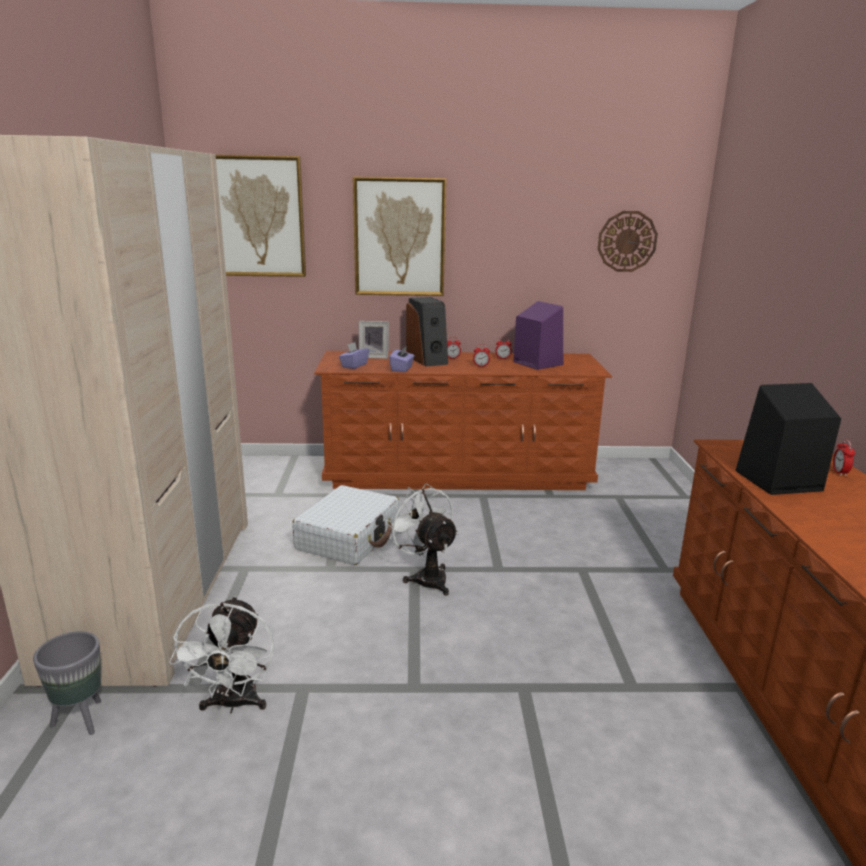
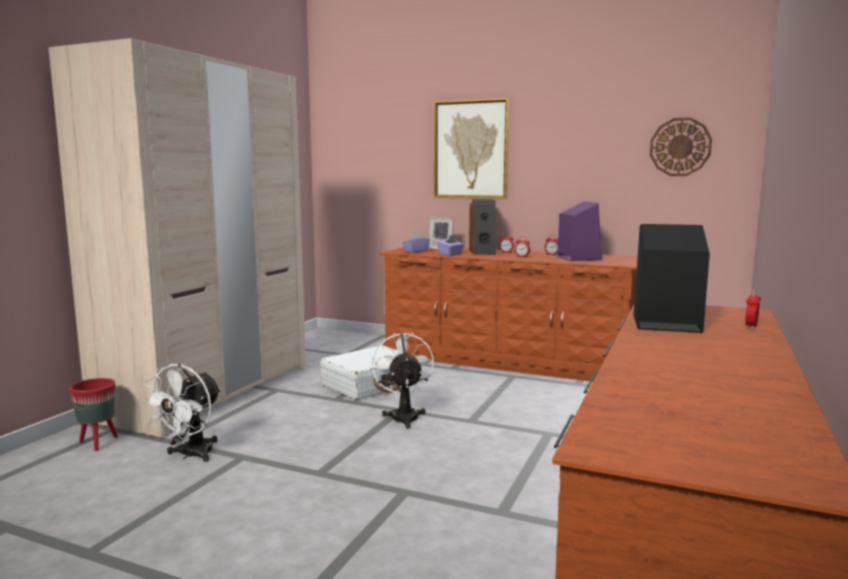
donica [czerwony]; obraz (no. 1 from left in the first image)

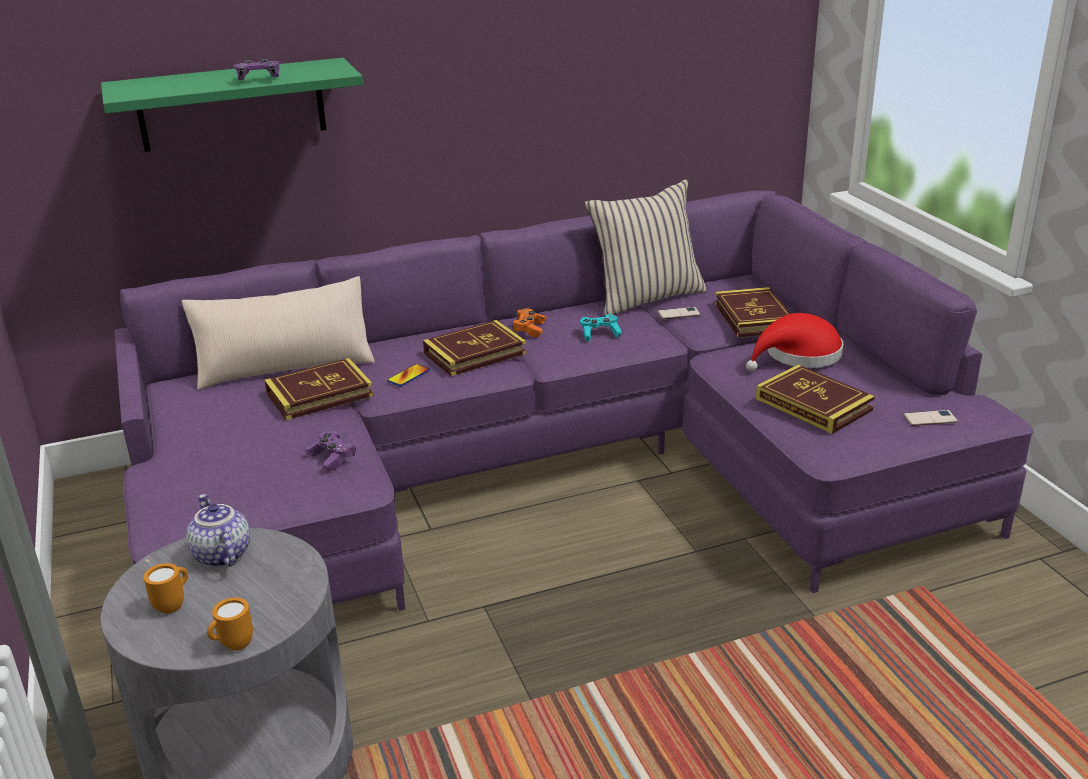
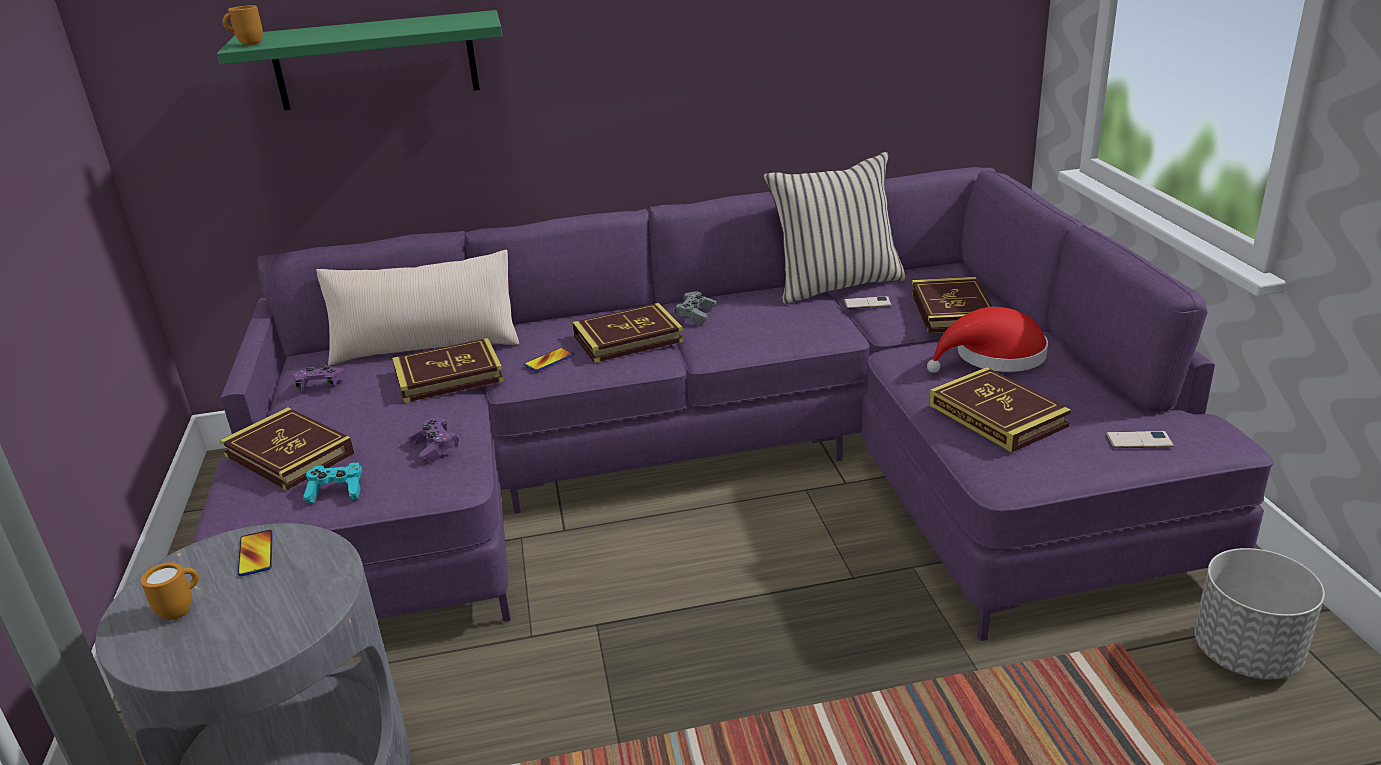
książka (no. 1 from left); kubek [pomarańczowy] (no. 2 from left); telefon (no. 1 from left); pad do gier [fioletowy] (no. 1 from left); pad do gier [turkusowy]; pad do gier [szary]; donica [szary]

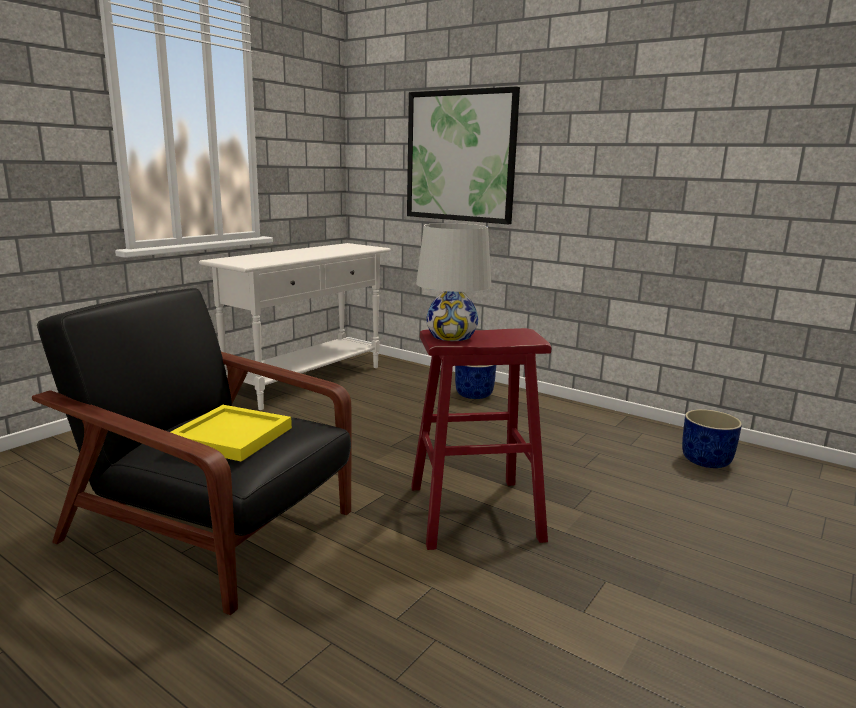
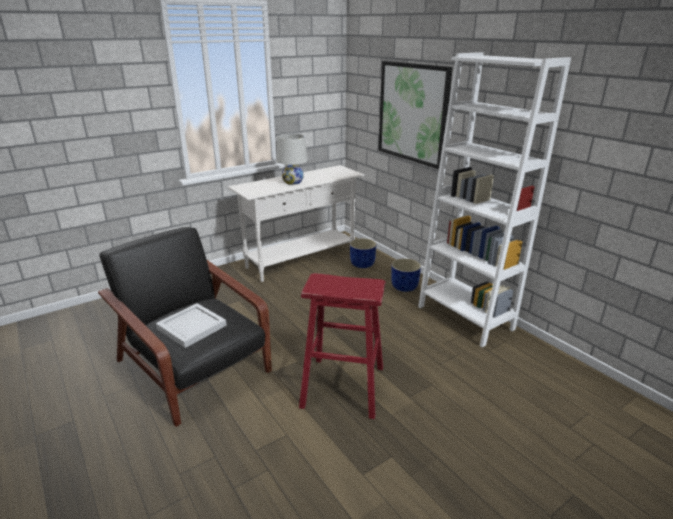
taca [biały]; lampa stołowa [biały]; donica [niebieski] (no. 1 from left); regał [biały]

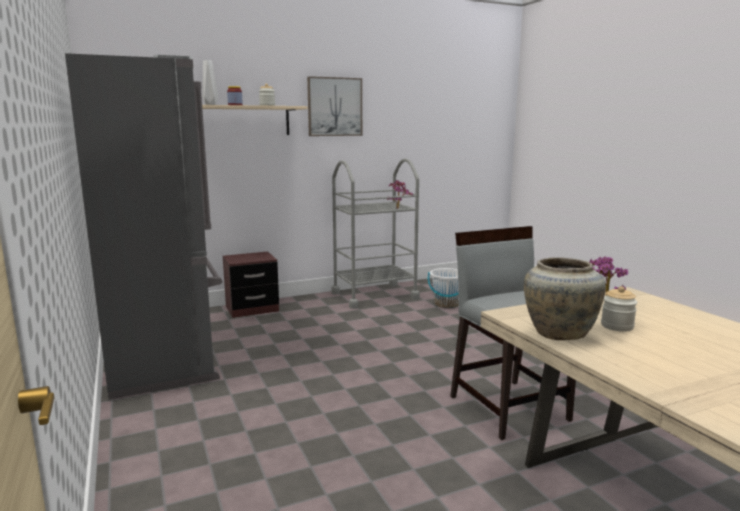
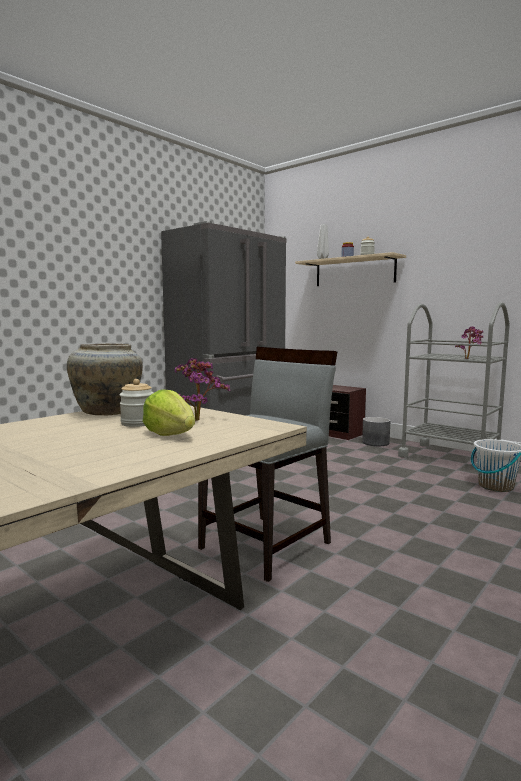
sałata; donica [szary]; obraz

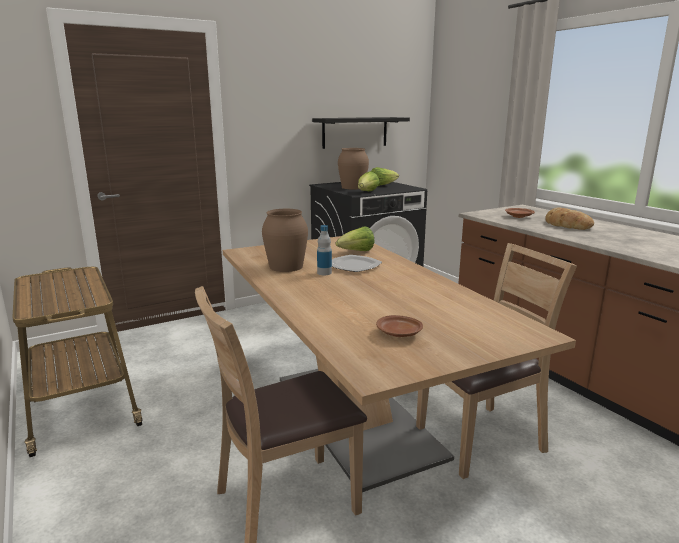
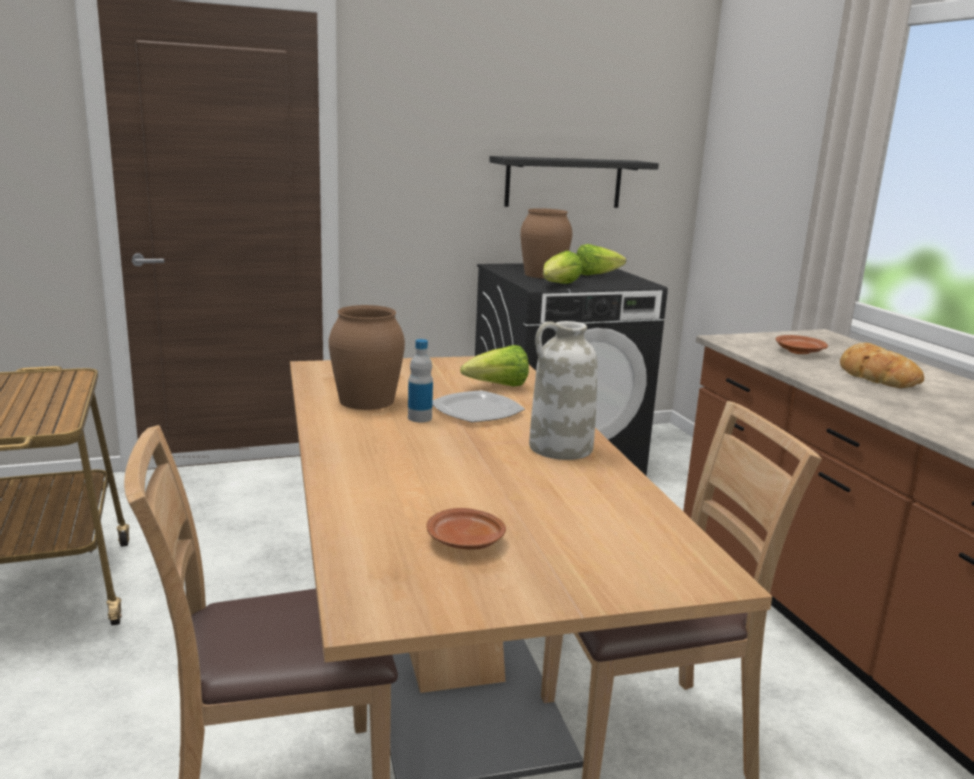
wazon [biały]

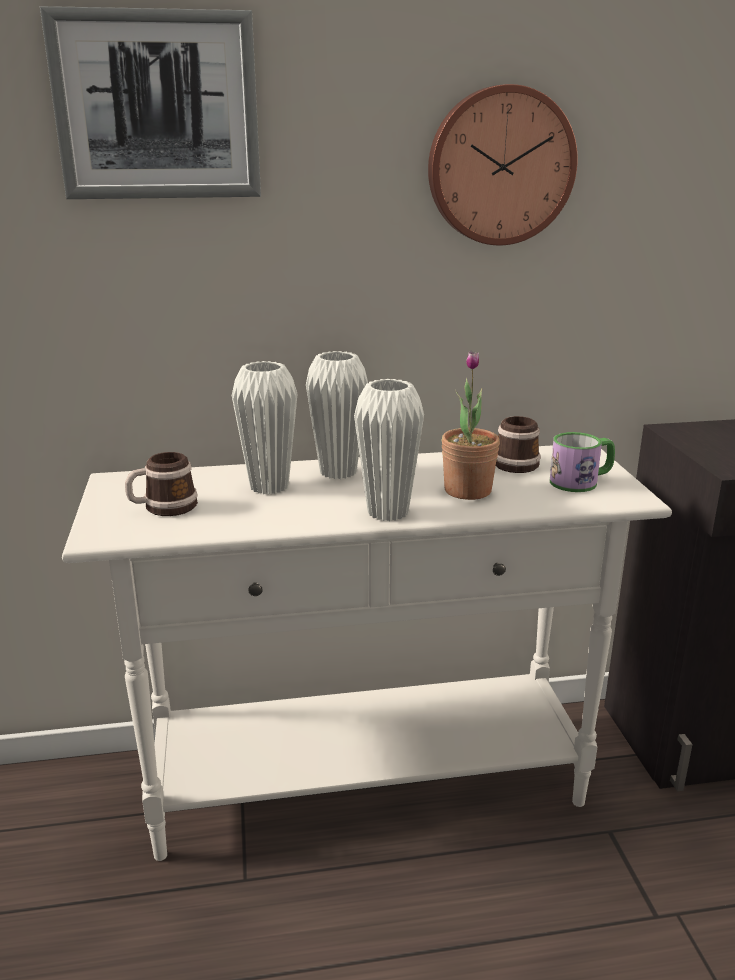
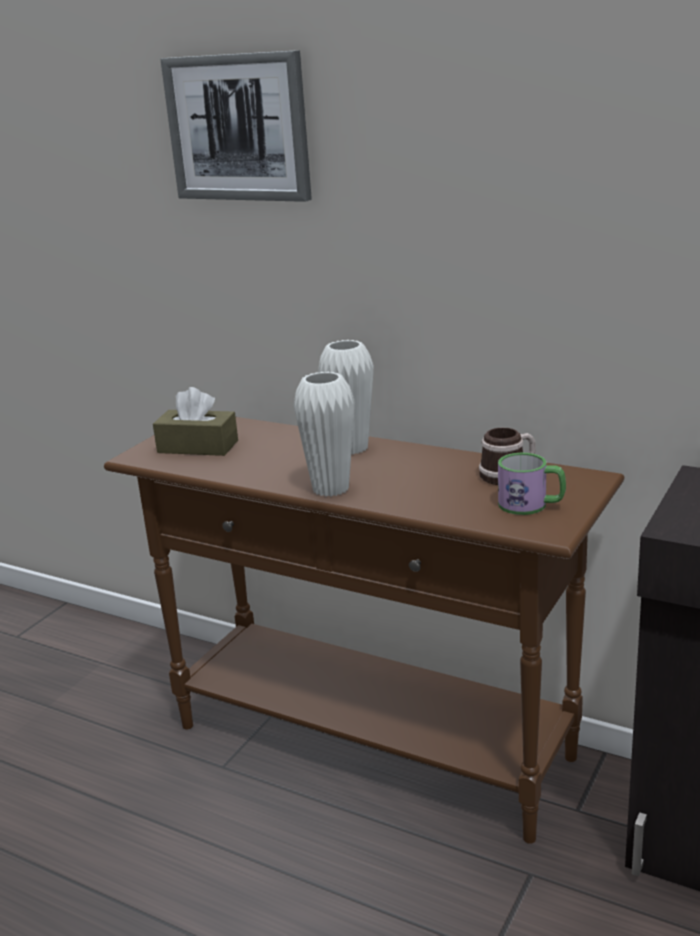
stolik konsolowy [brązowy]; pudełko chusteczek [brązowy]; wazon [biały] (no. 1 from left in the first image); zegar ścienny; roślina doniczkowa

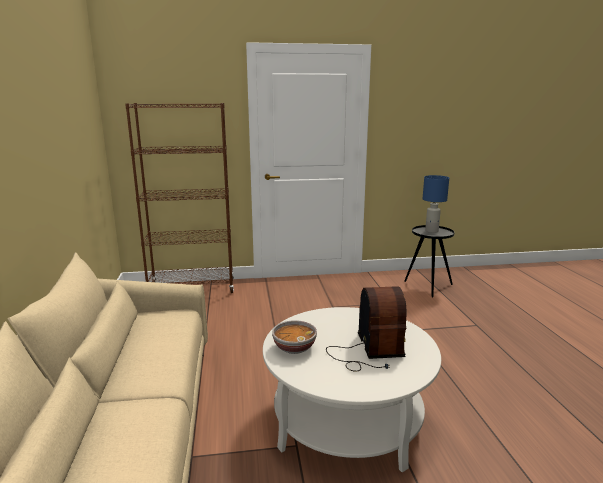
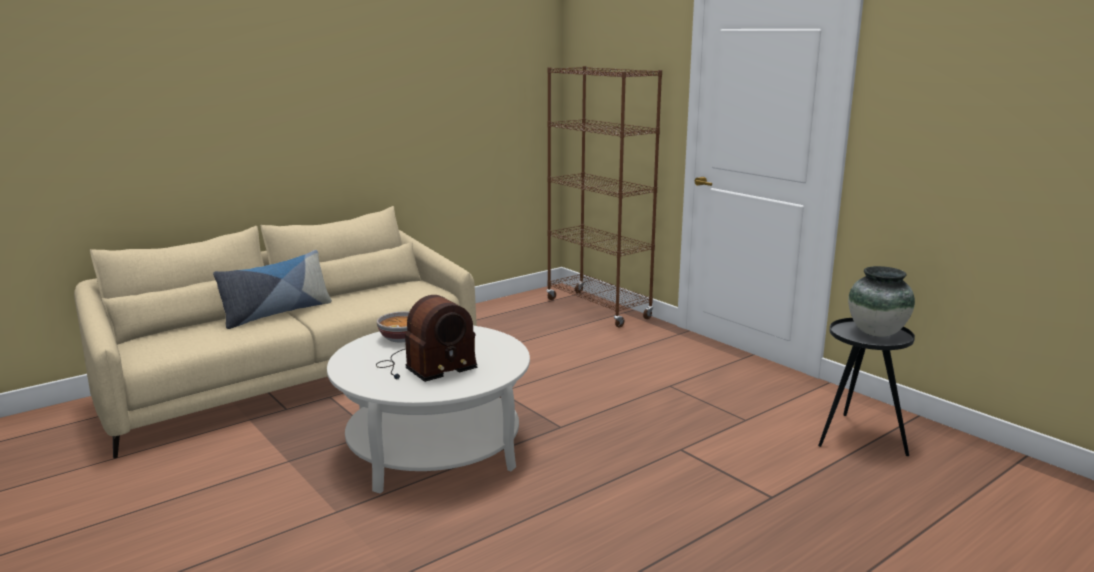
poduszka; wazon

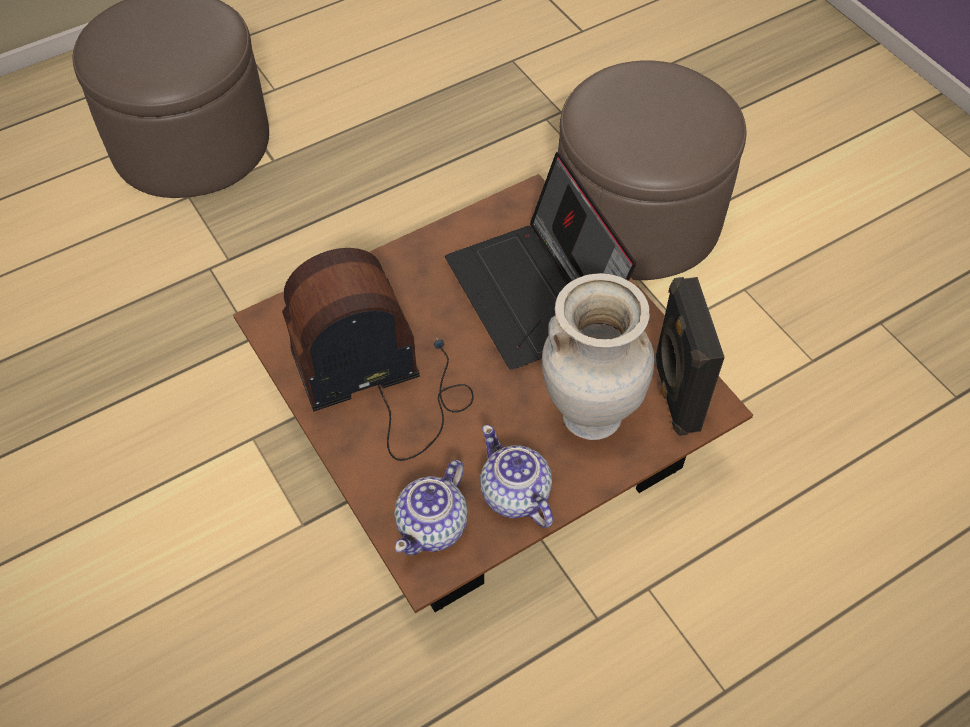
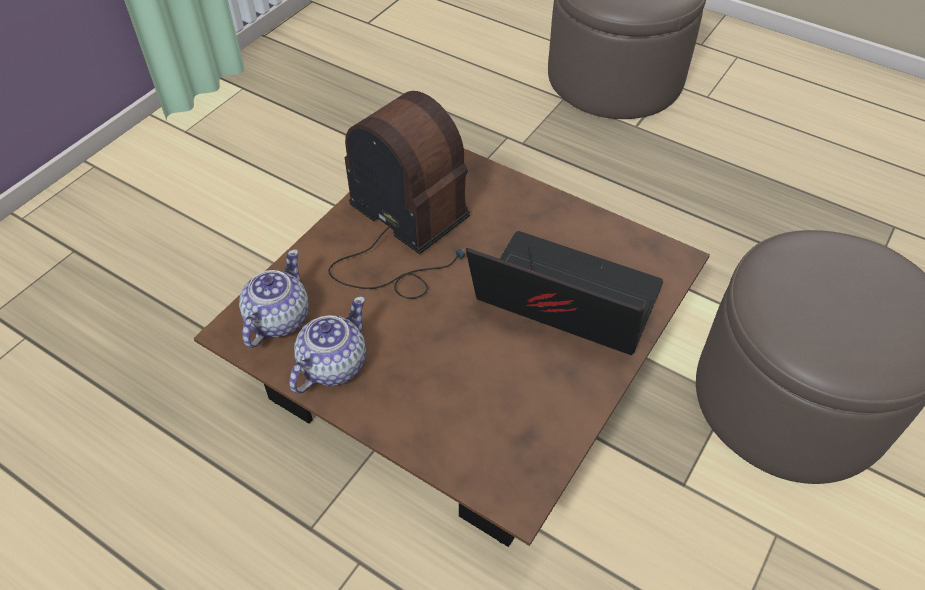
imbryk (no. 1 from left); laptop; wazon [beżowy]; głośnik [czarny]

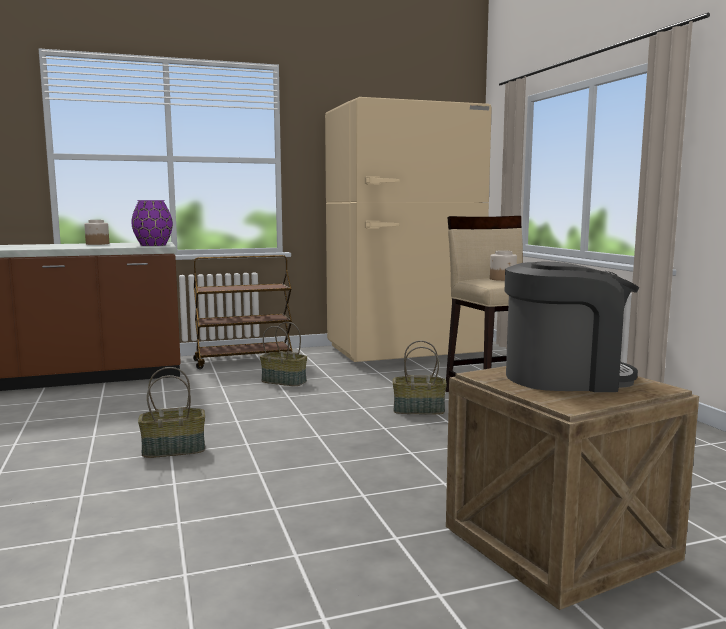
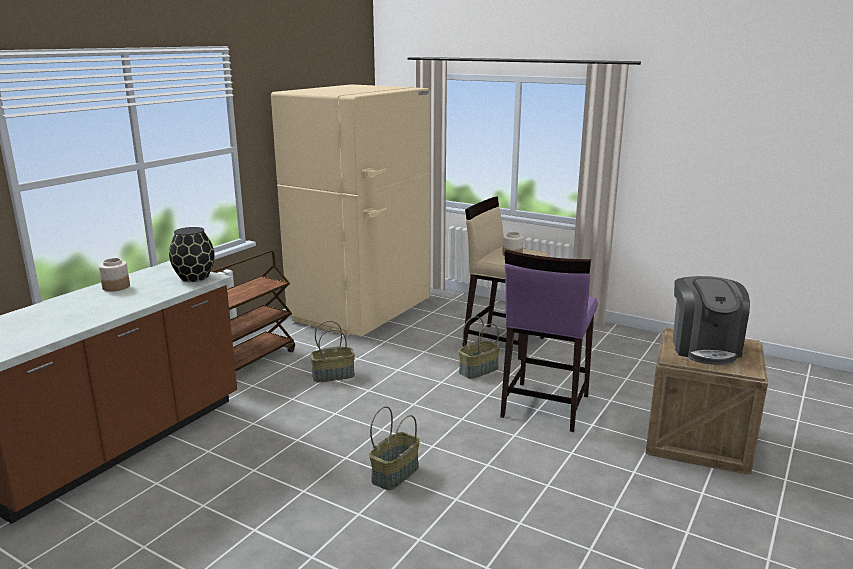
wazon [czarny]; stołek [fioletowy]; ekspres do kawy

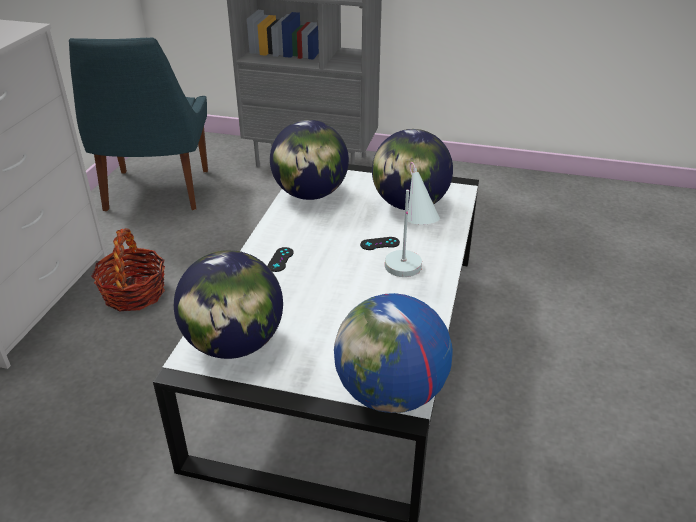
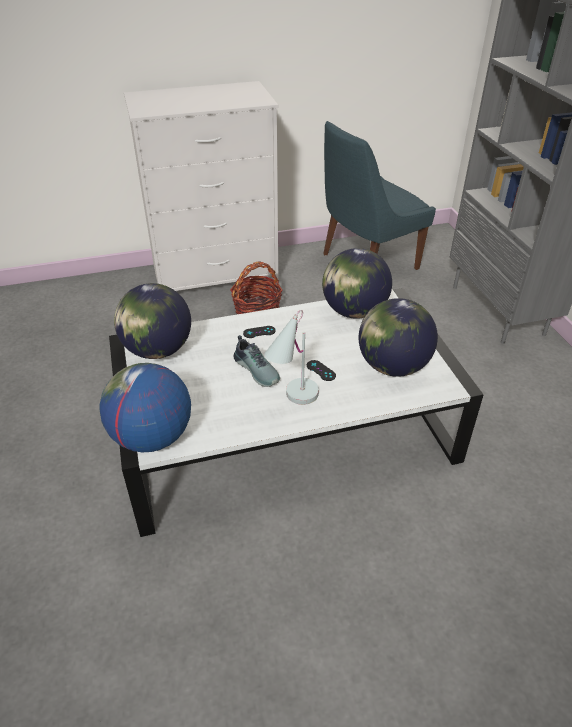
but

